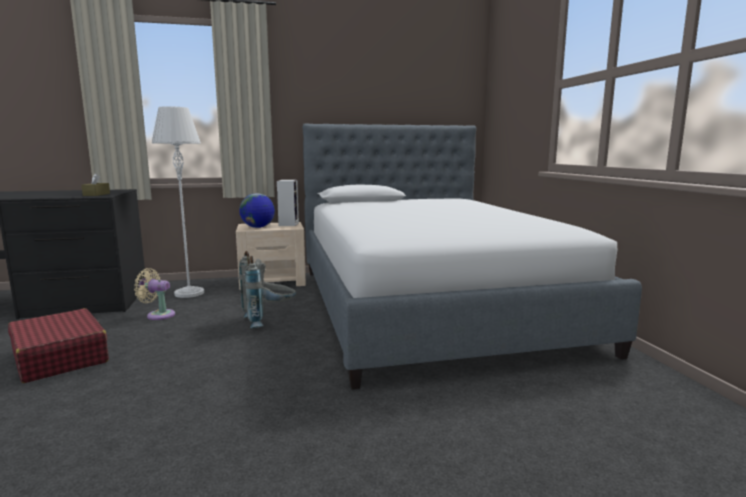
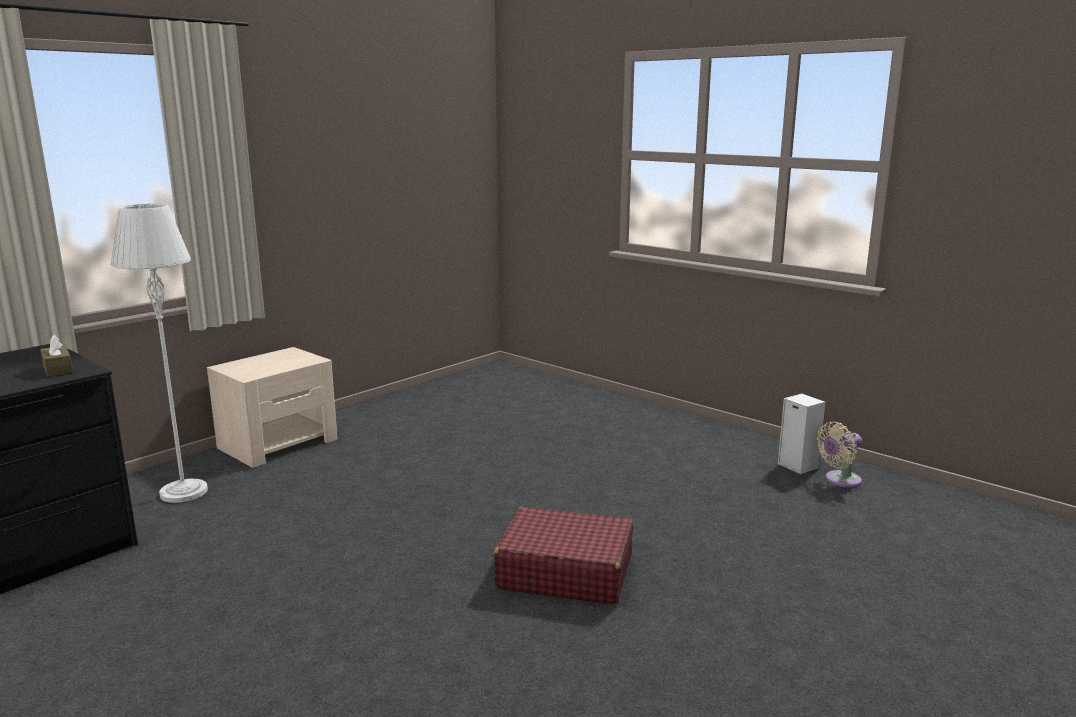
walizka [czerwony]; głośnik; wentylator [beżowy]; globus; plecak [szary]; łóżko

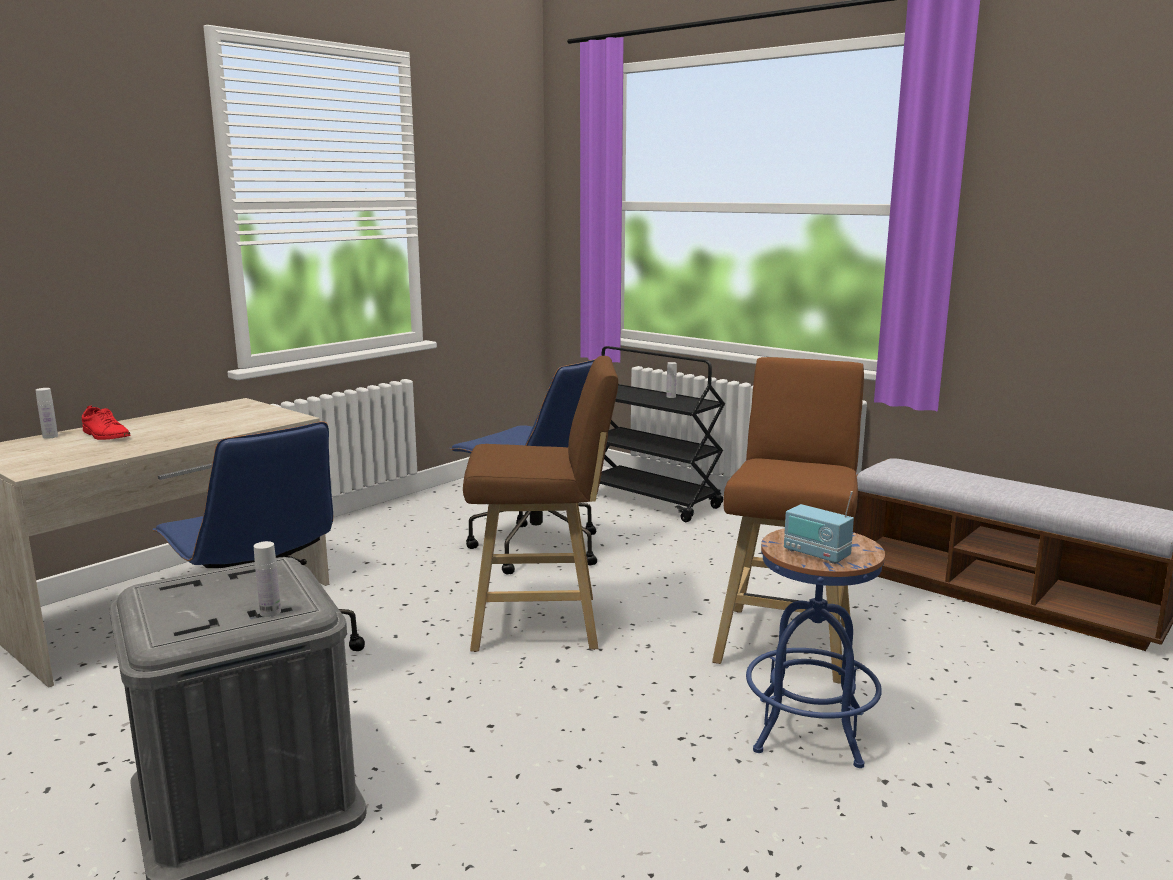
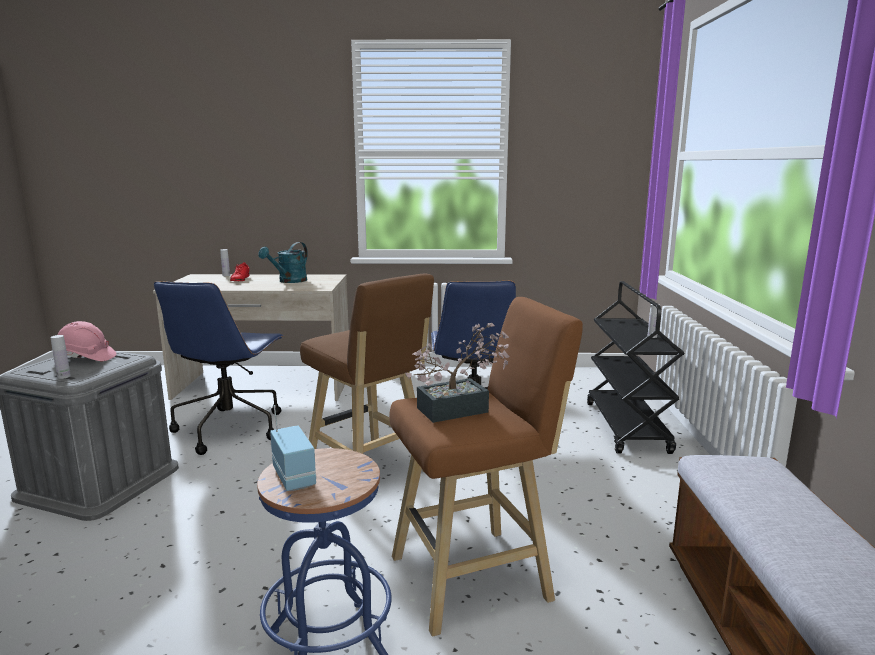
kask [różowy]; konewka [turkusowy]; radio; roślina doniczkowa

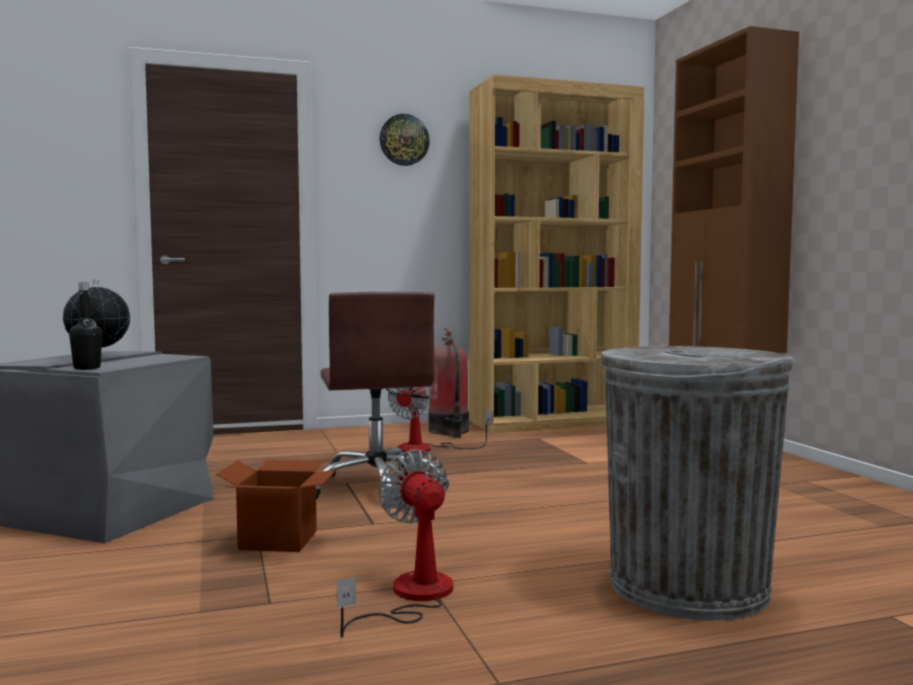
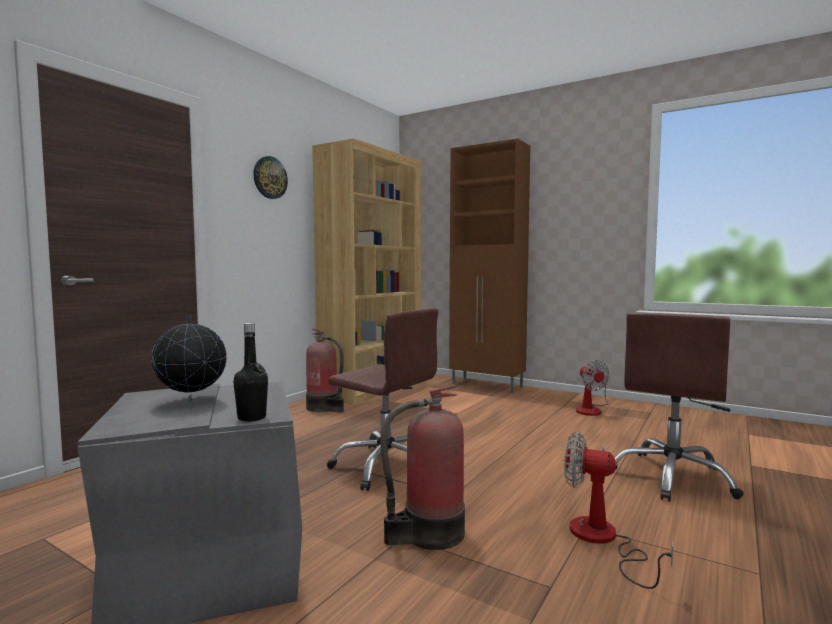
gaśnica (no. 2 from left); wentylator (no. 1 from left); krzesło biurowe [brązowy] (no. 2 from left)

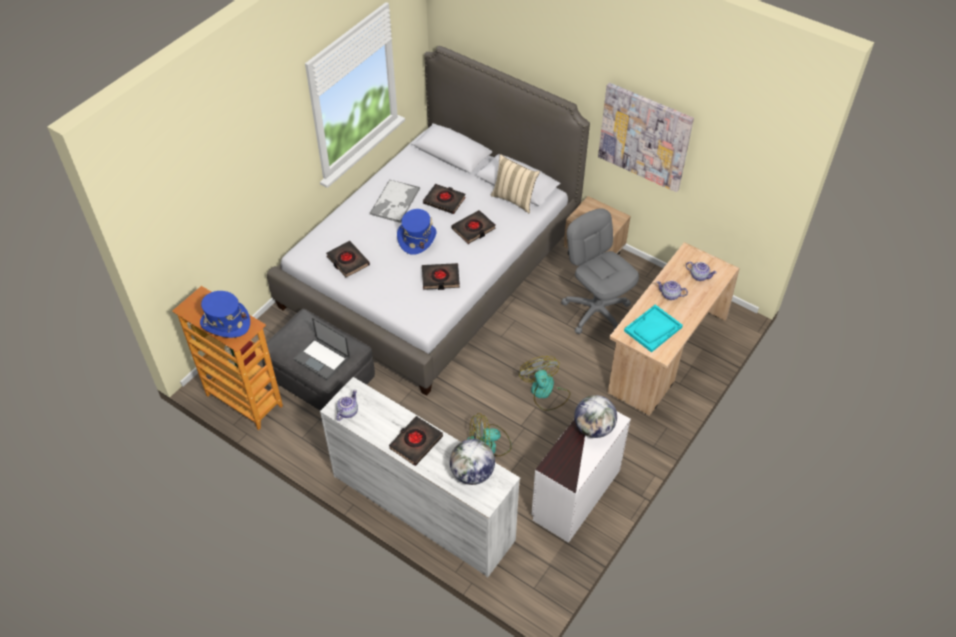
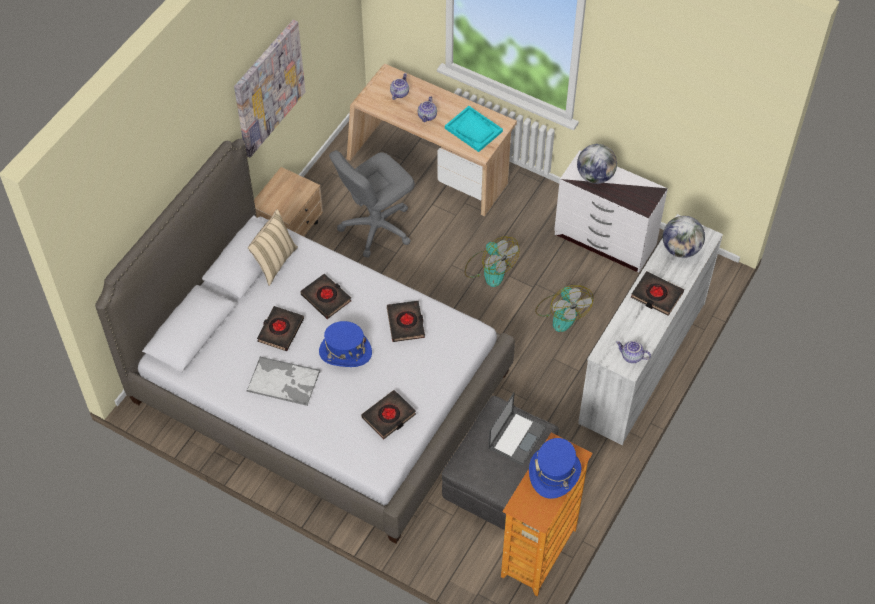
wentylator (no. 1 from left)

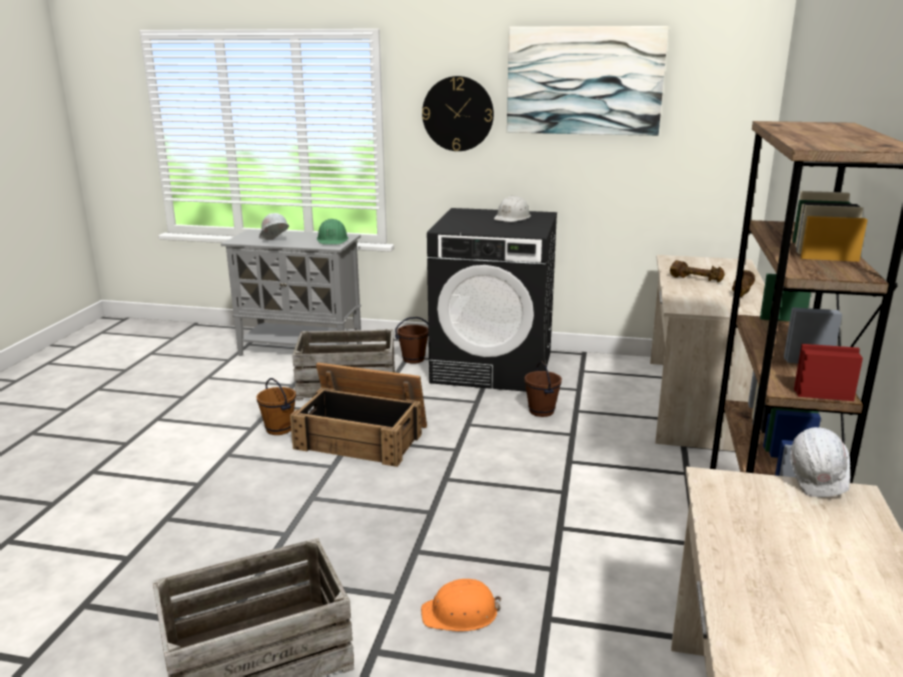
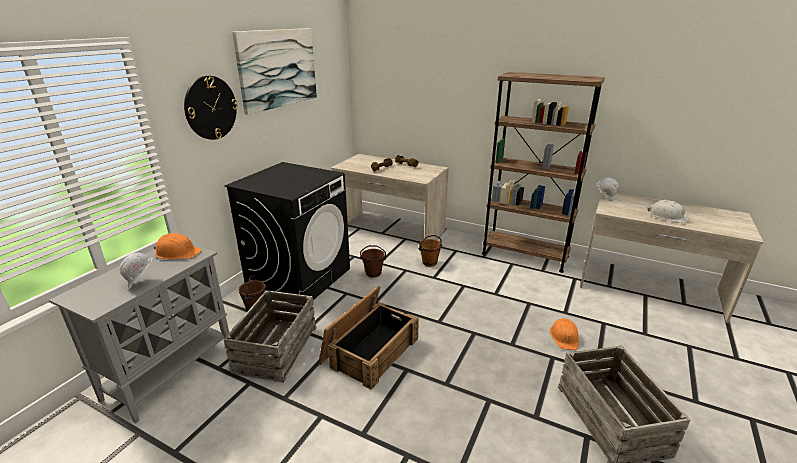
kask [pomarańczowy] (no. 1 from left); wiadro [brązowy] (no. 3 from left); kask [biały] (no. 3 from left)

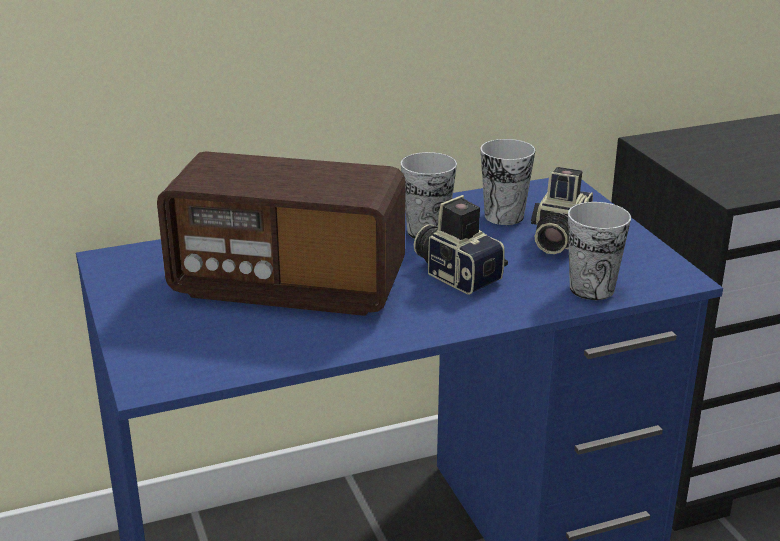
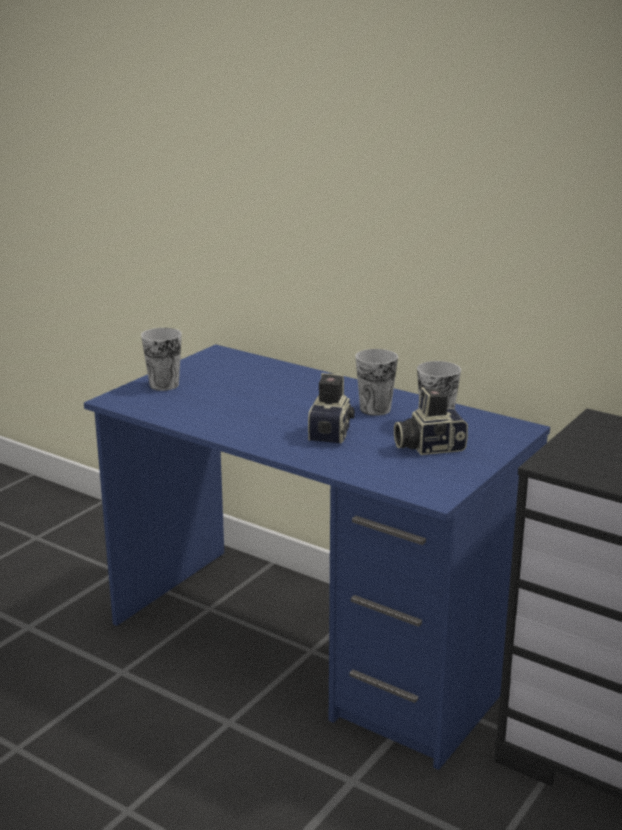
filiżanka (no. 1 from left); radio

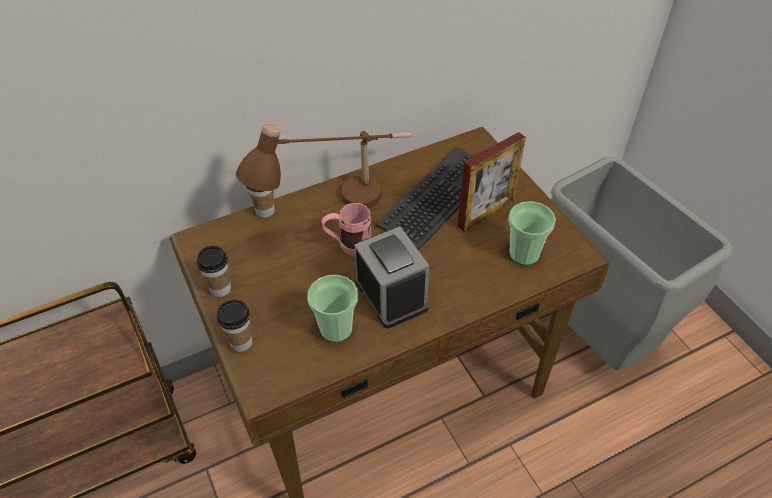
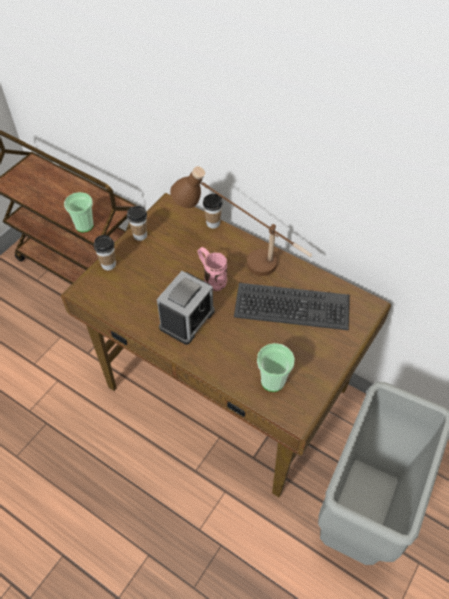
filiżanka (no. 1 from left); ramka na zdjęcie

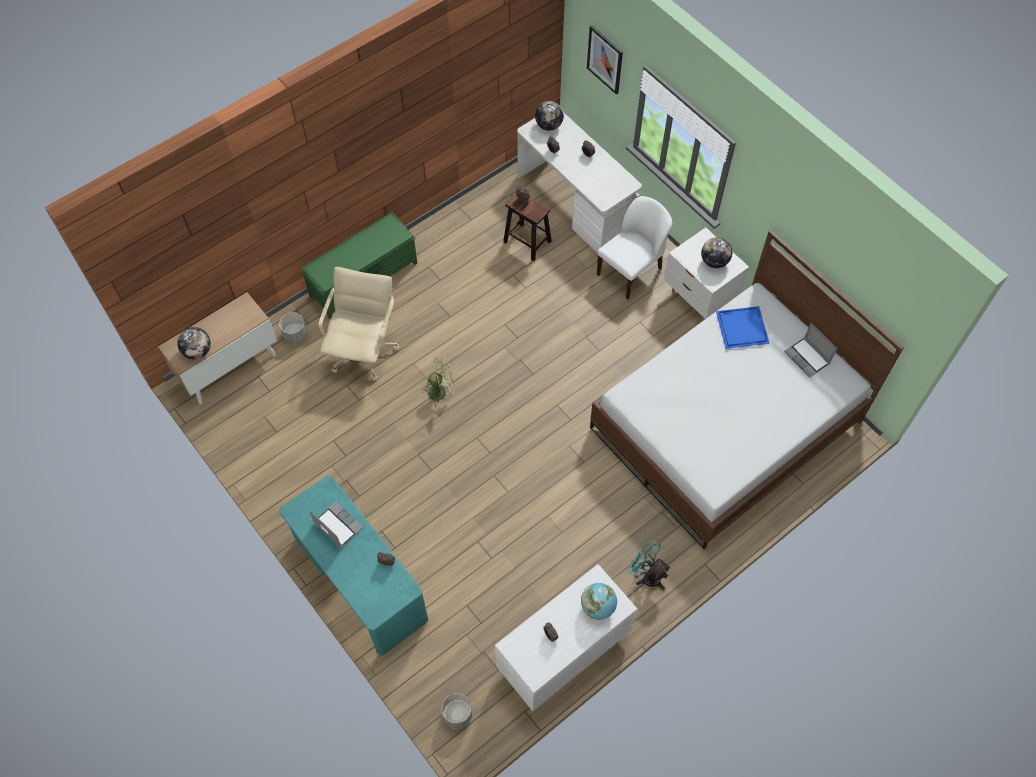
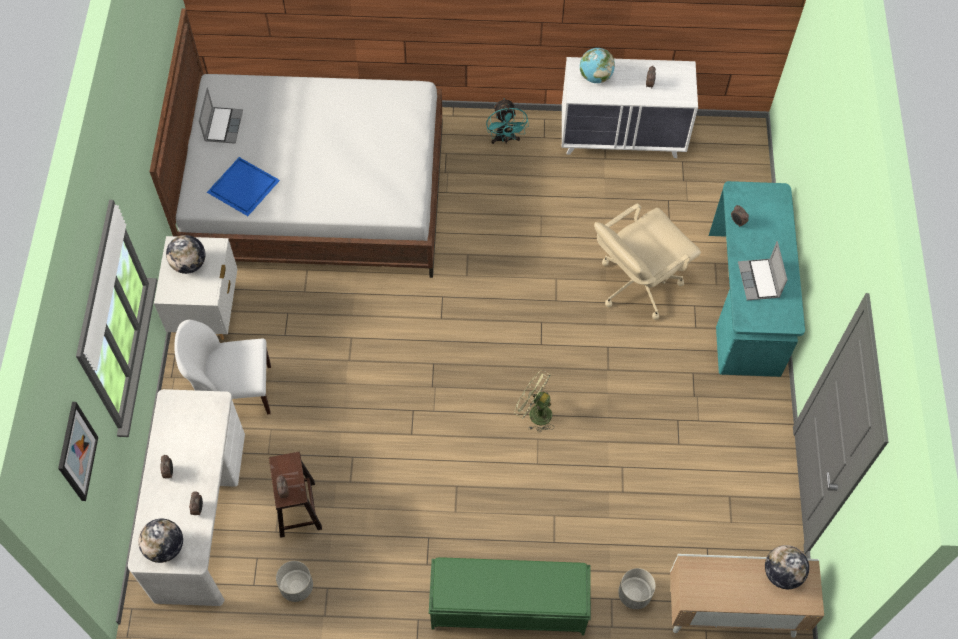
donica [szary] (no. 1 from left); krzesło biurowe [beżowy]

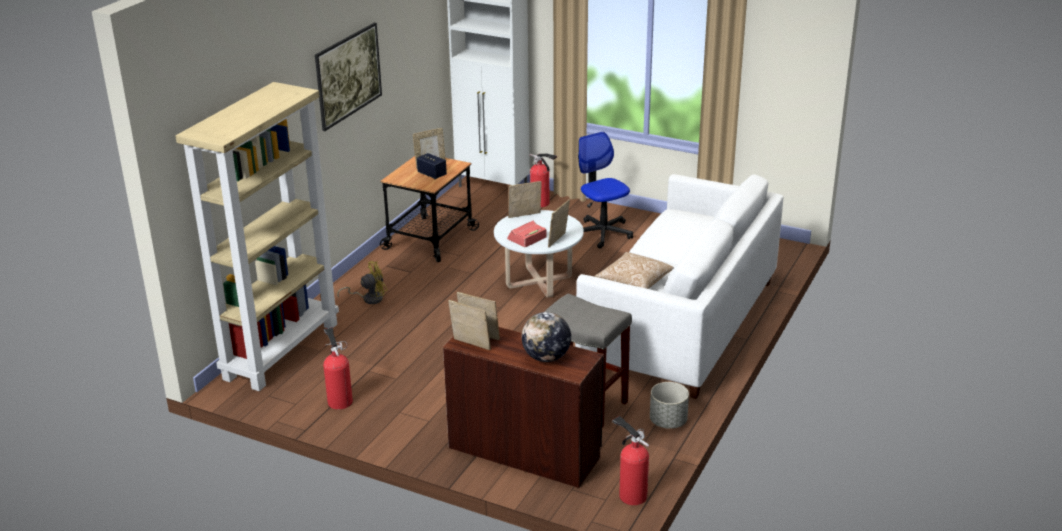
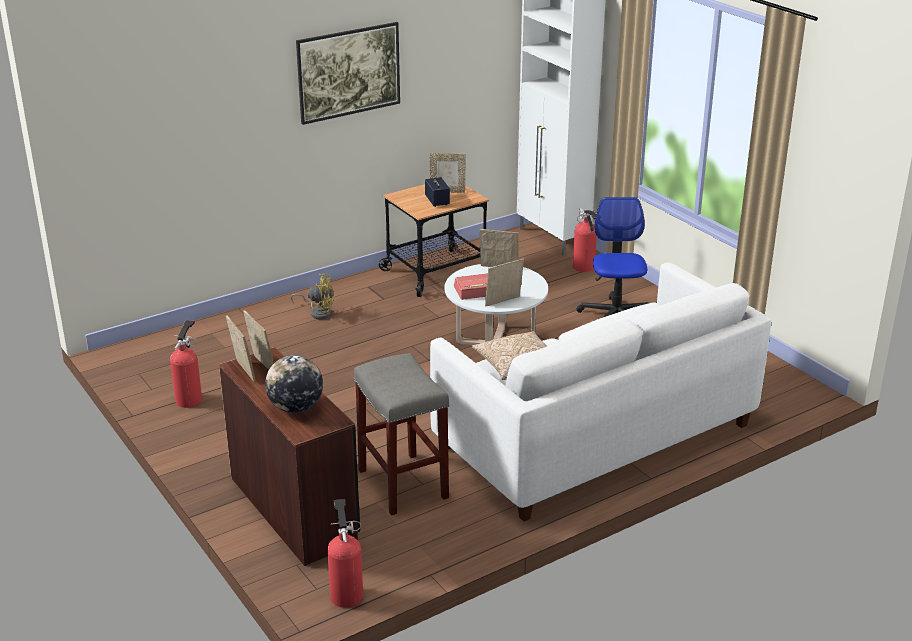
regał [beżowy]; donica [szary]

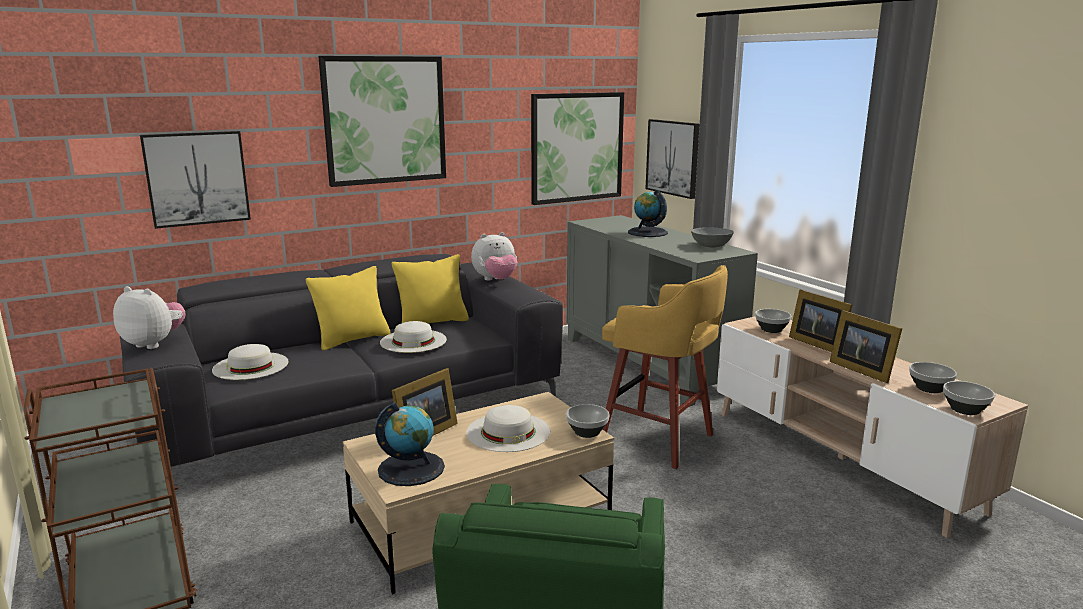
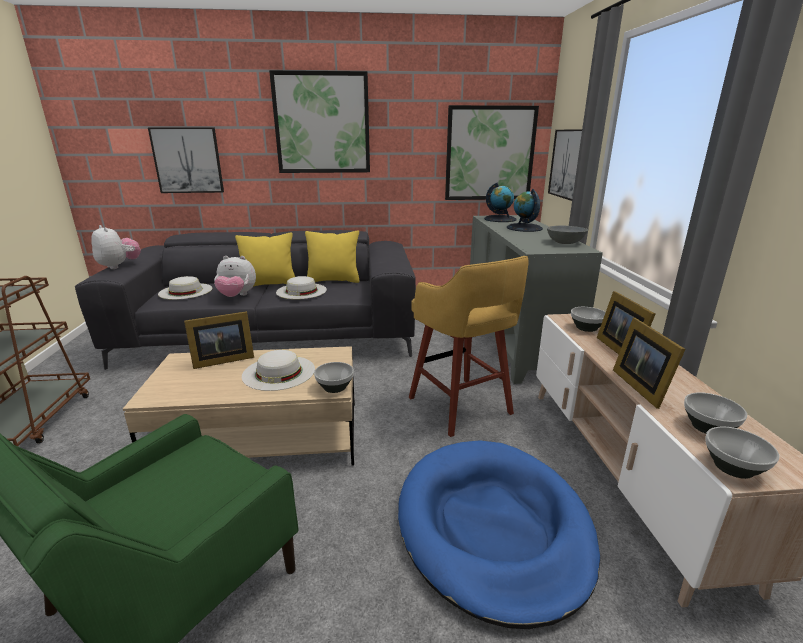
pluszak (no. 2 from left); legowisko [niebieski]; globus (no. 1 from left)

